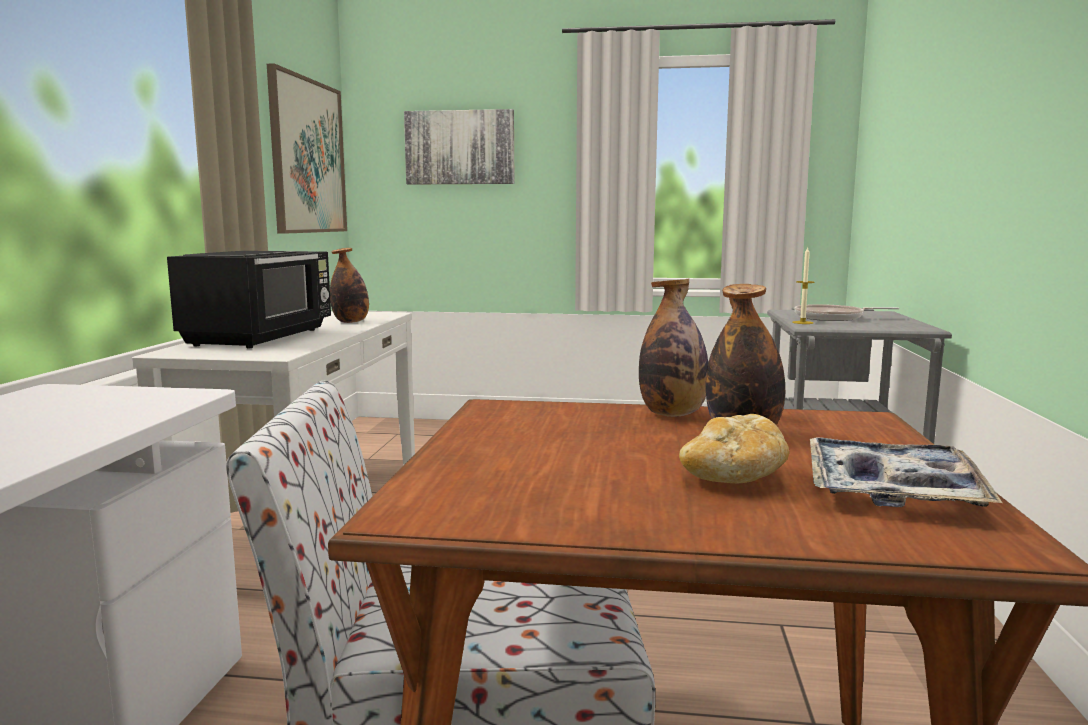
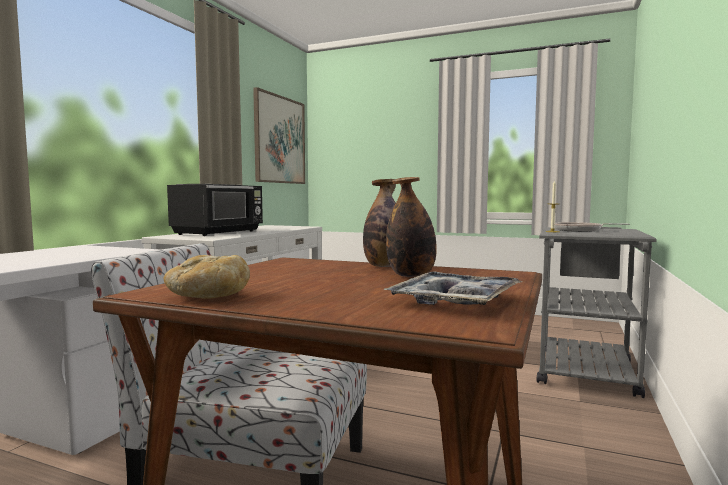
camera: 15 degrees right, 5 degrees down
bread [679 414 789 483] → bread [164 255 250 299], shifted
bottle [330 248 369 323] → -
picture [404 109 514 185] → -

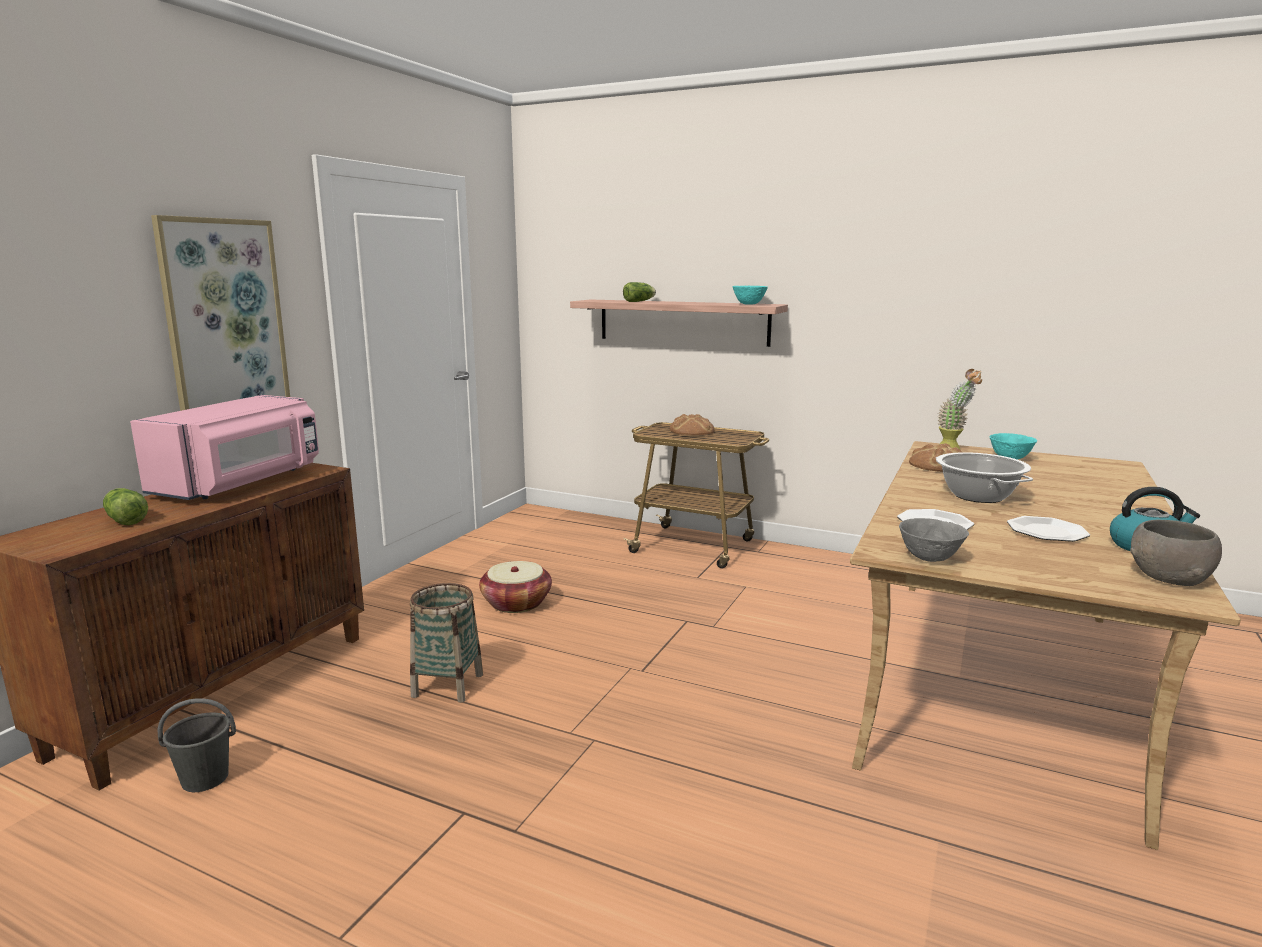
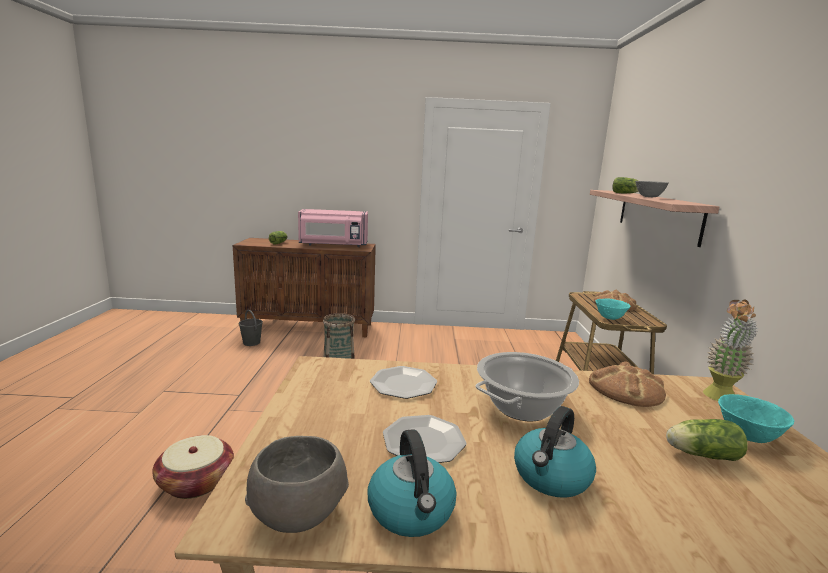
camera: 65 degrees right, 0 degrees up
basket [479 561 552 613] → basket [152 435 234 499], shifted
- → kettle [514 406 596 498]
turquoise bowl [733 286 768 305] → turquoise bowl [595 298 631 320], shifted
grey bowl [899 518 969 562] → grey bowl [635 181 669 197], shifted
- → lettuce [666 419 748 461]
picture [151 215 290 411] → -

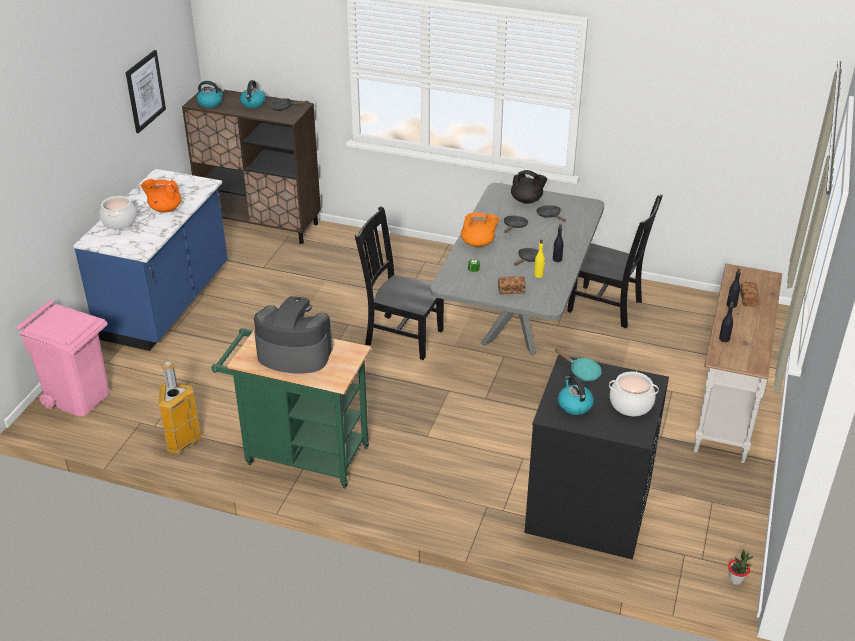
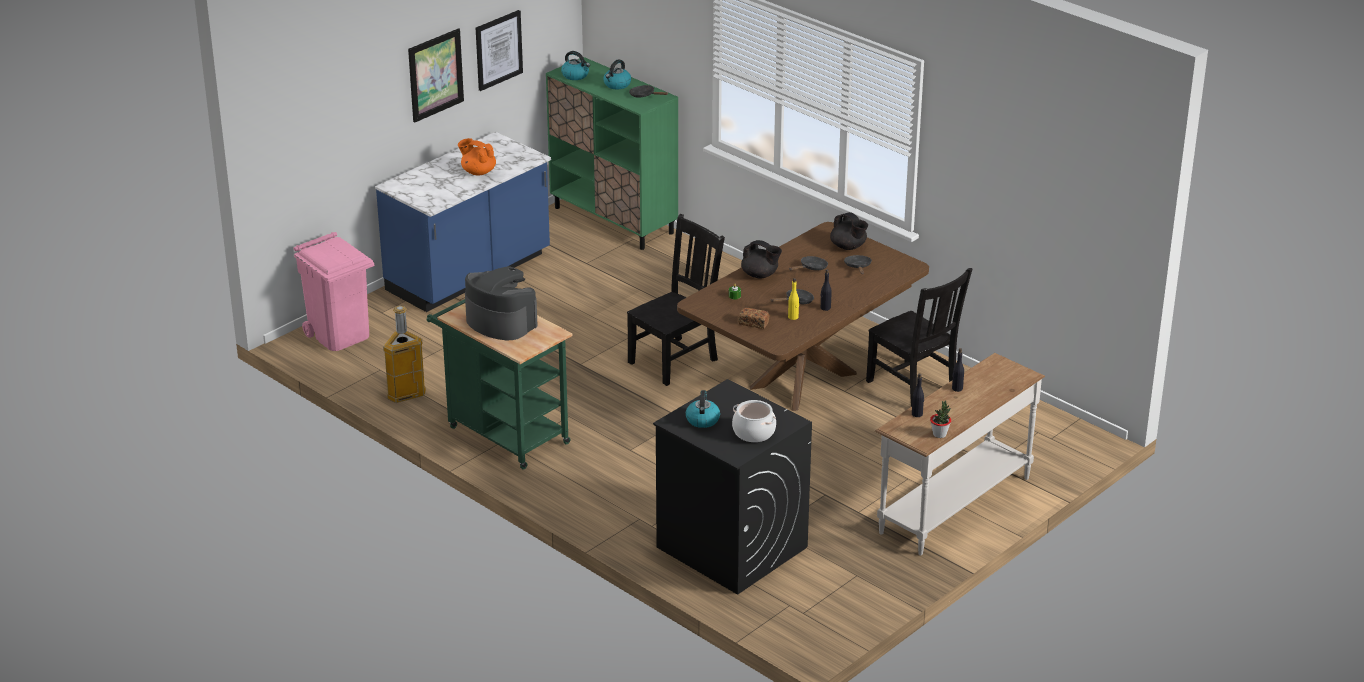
camera: 25 degrees right, 5 degrees down
- → picture [408 28 464 123]
brown cabinet [182 87 321 244] → green cabinet [546 57 678 250]
black chair [355 206 444 360] → black chair [627 214 725 386], 90 degrees clockwise
grey dining table [431 183 604 356] → brown dining table [677 222 929 411]
orange teapot [461 212 499 247] → black teapot [741 240 782 279]
potted plant [728 550 753 585] → potted plant [930 400 951 438], shifted
cooking pot [100 196 137 230] → -
turquoise frying pan [555 349 602 381] → -
bread [740 282 759 307] → -

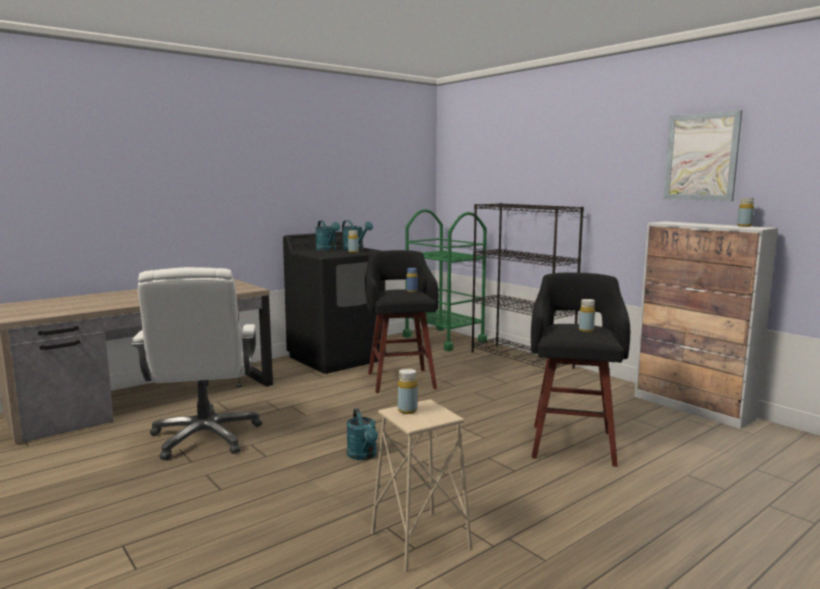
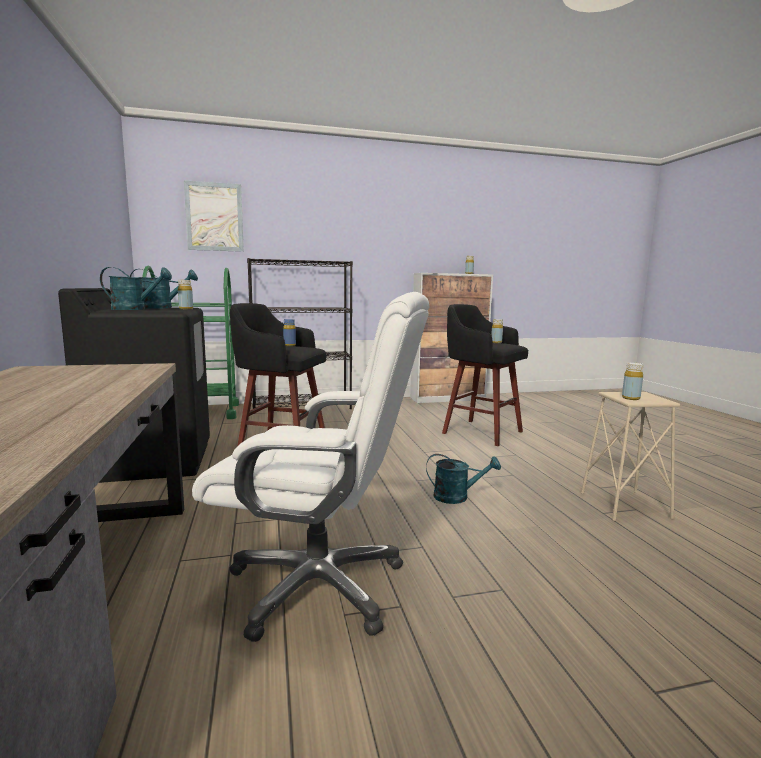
camera: 65 degrees left, 0 degrees up
picture [664 110 742 201] → picture [184 181 244 252], shifted

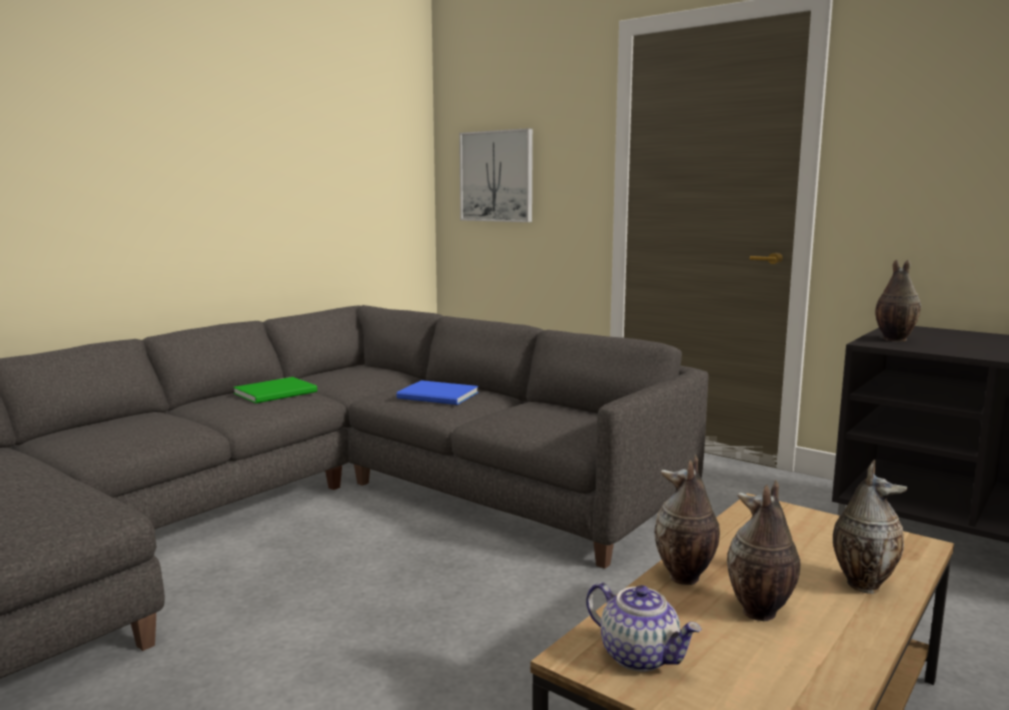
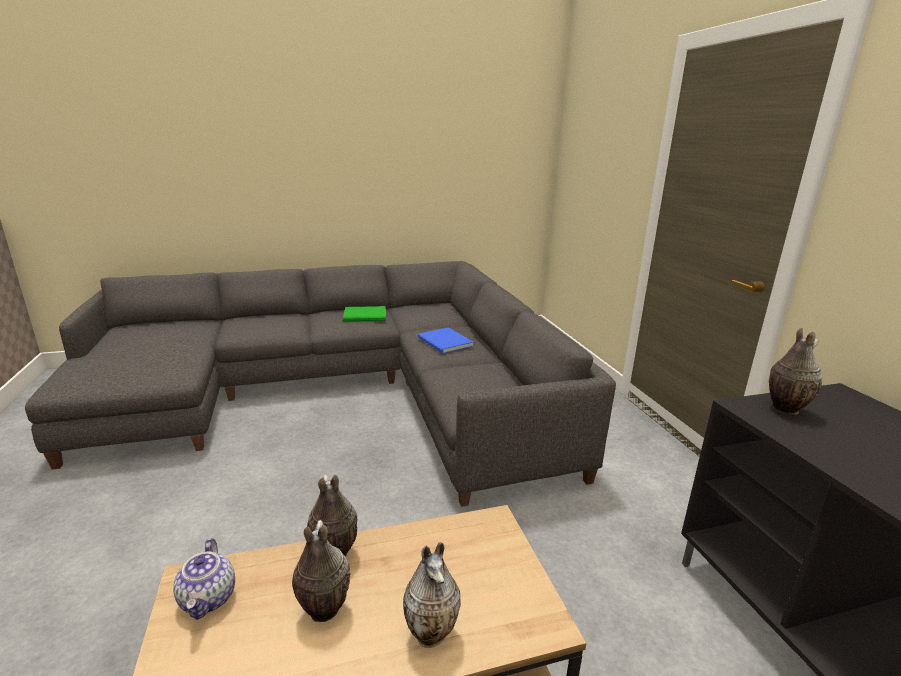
camera: 35 degrees right, 10 degrees up
picture [459 128 533 222] → -

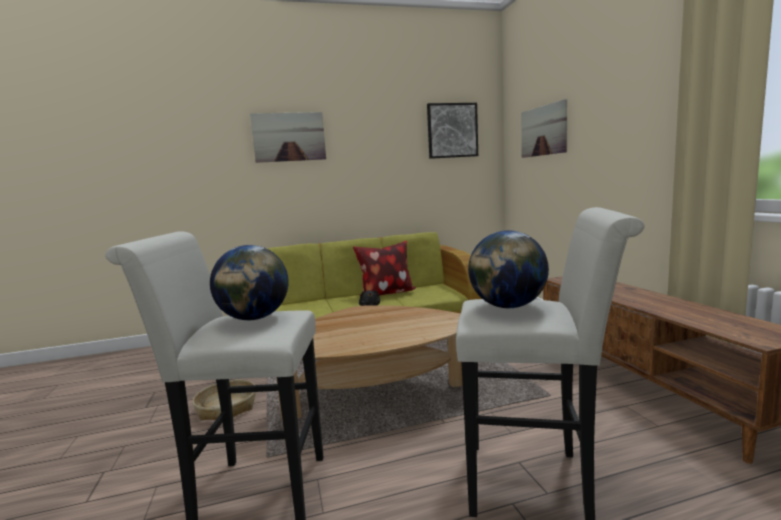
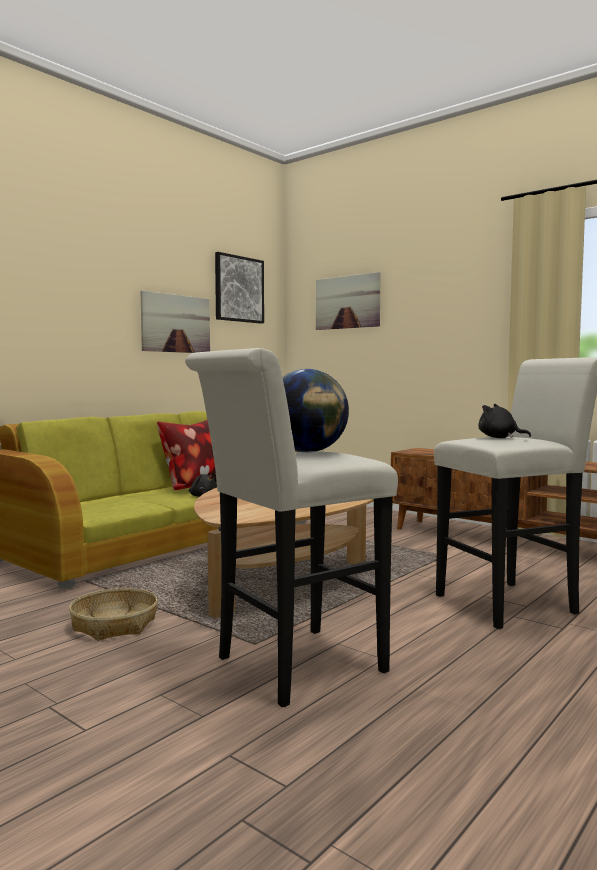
camera: 35 degrees left, 5 degrees down
picture [250 112 326 163] → picture [140 291 210 353], shifted
globe [468 230 549 308] → black plush toy [478 404 531 438]

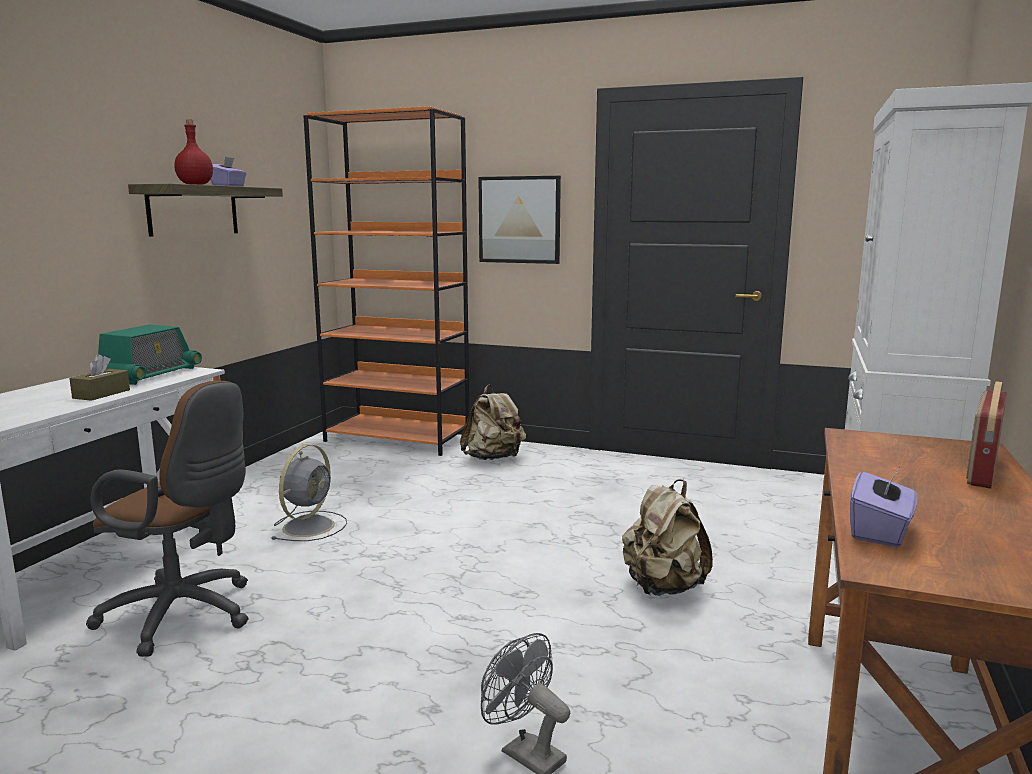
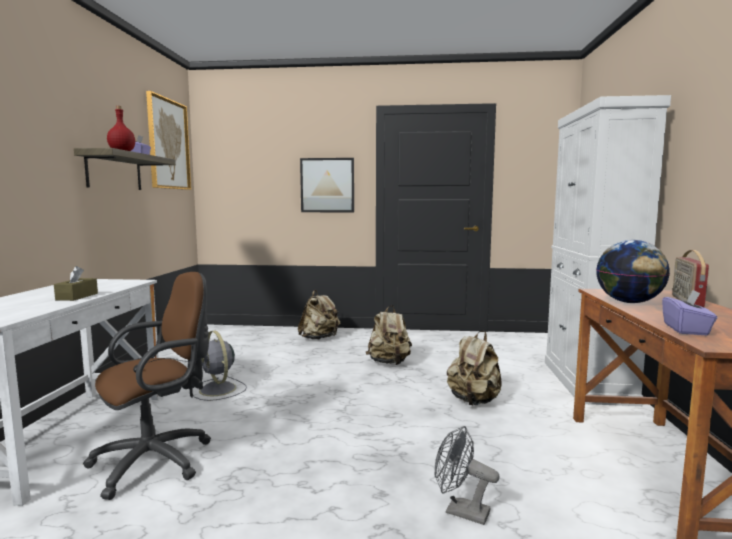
camera: 15 degrees left, 5 degrees down
brown office chair [86 381 249 657] → brown office chair [83 272 211 500], 45 degrees counterclockwise
- → picture [146 91 191 190]
grey fan [272 444 347 541] → grey fan [192 331 247 401], 135 degrees clockwise
- → beige backpack [366 305 412 365]
- → globe [596 240 670 303]
radio [98 325 202 385] → -
orange bookcase [303 106 469 456] → -

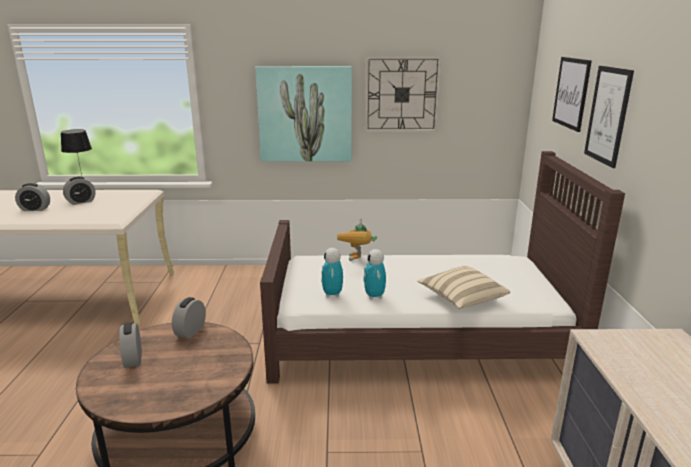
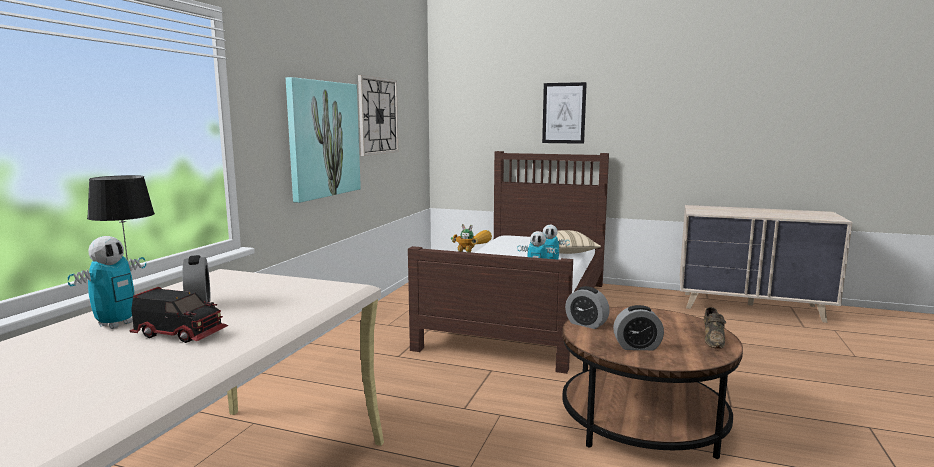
camera: 70 degrees left, 10 degrees down
- → toy robot [68 236 146 329]
alarm clock [15 183 50 211] → toy truck [130 287 228 343]
- → brown shoe [704 307 726 349]
picture [552 57 592 132] → -

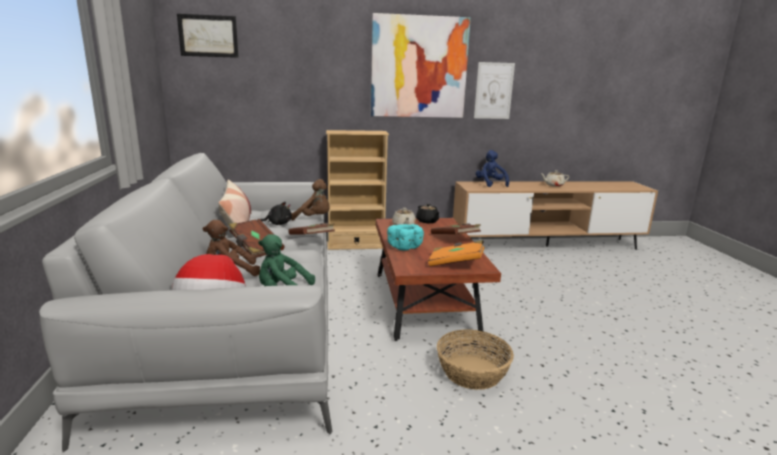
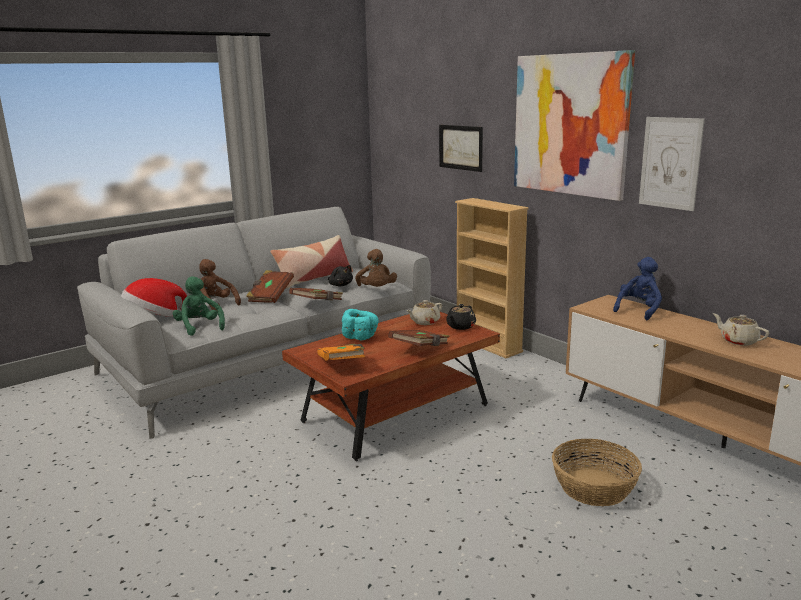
camera: 60 degrees right, 0 degrees up
picture [177 14 239 58] → picture [439 125 483 172], shifted
basket [437 329 514 390] → basket [552 439 642 506], shifted

